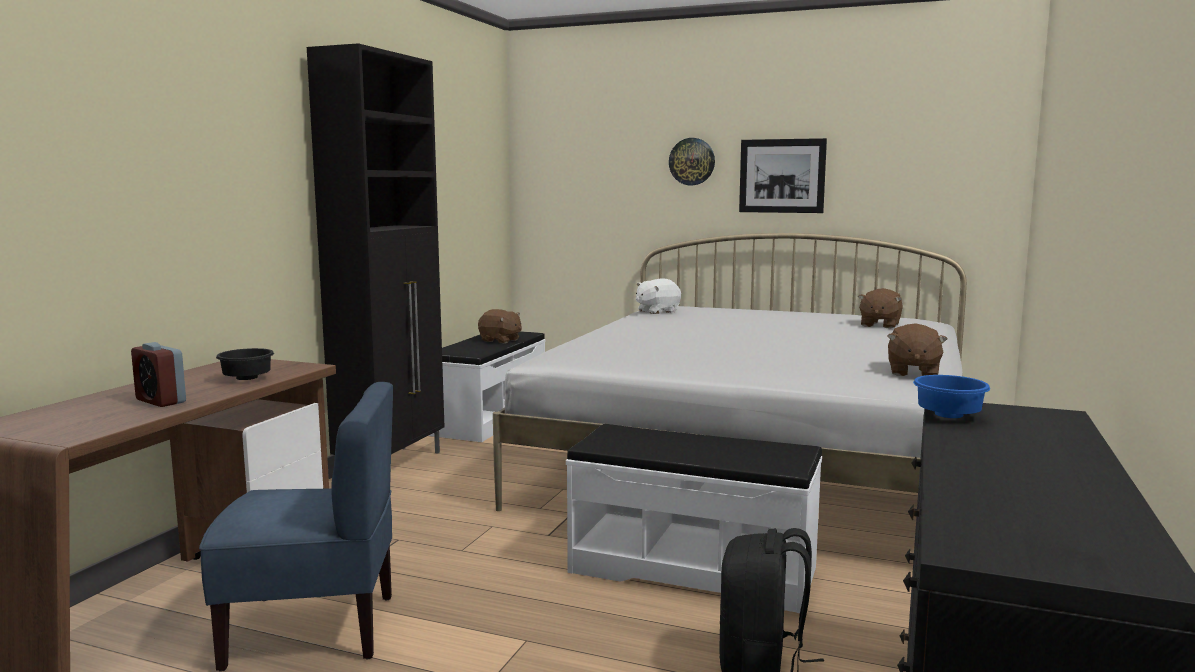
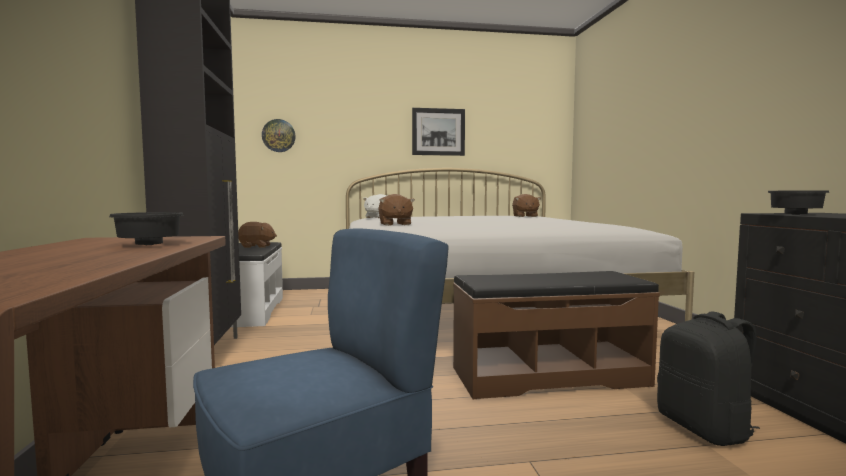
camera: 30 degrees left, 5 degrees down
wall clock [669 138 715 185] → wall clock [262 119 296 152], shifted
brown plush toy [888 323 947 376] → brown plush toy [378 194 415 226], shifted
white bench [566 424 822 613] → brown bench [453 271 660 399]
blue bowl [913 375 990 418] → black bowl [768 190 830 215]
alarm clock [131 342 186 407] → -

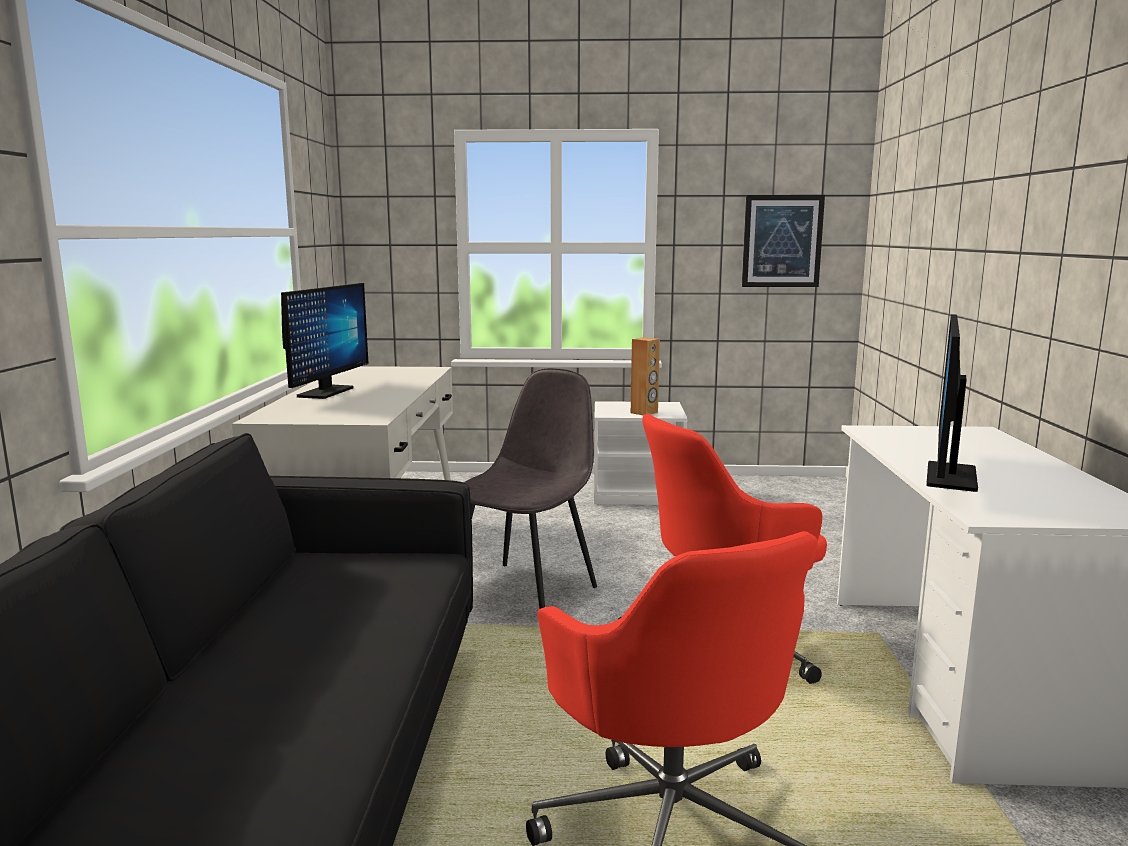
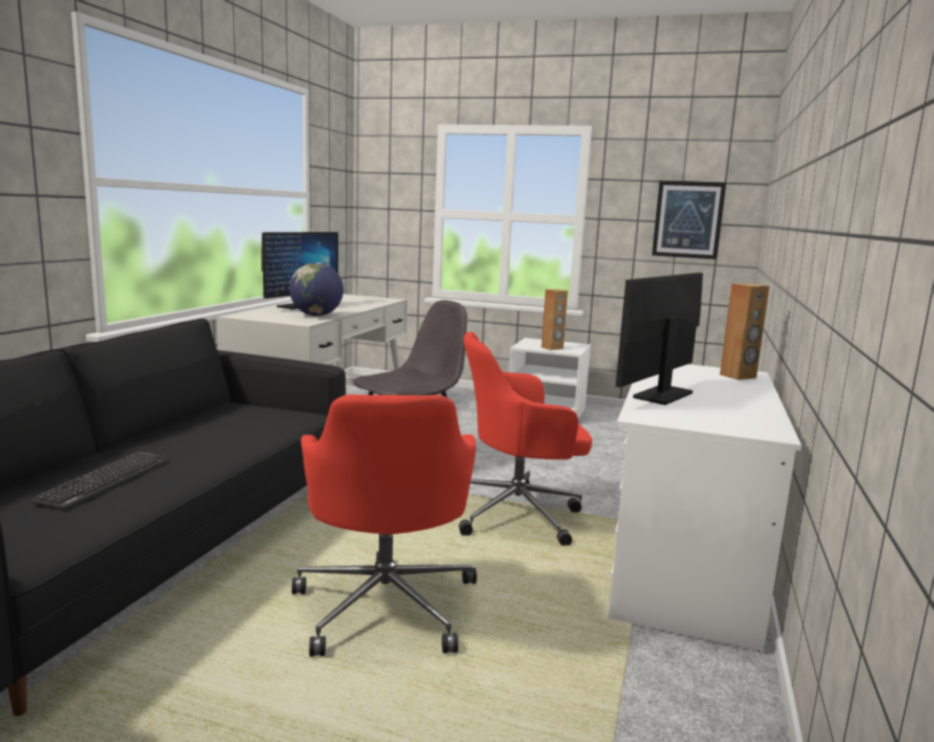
camera: 15 degrees right, 0 degrees up
- → keyboard [31 451 169 509]
- → globe [289 263 343 316]
- → brown speaker [720 283 769 380]

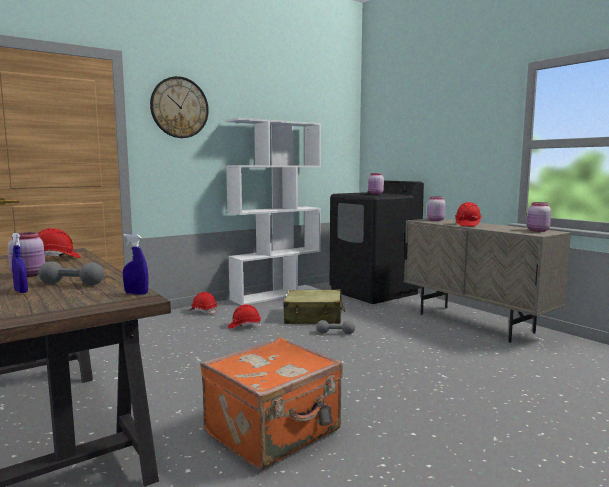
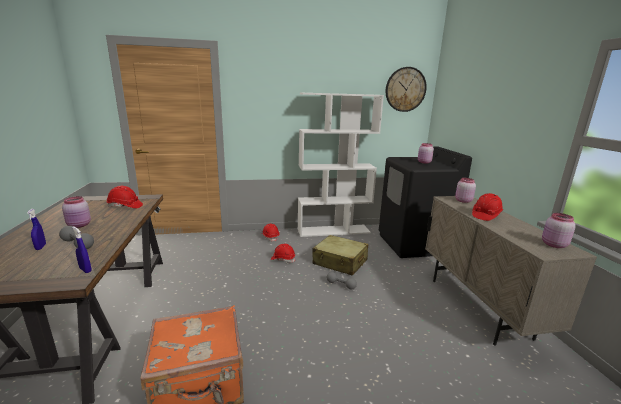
camera: 25 degrees right, 10 degrees up
wall clock [150 76 209 138] → wall clock [386 67 427 112], shifted

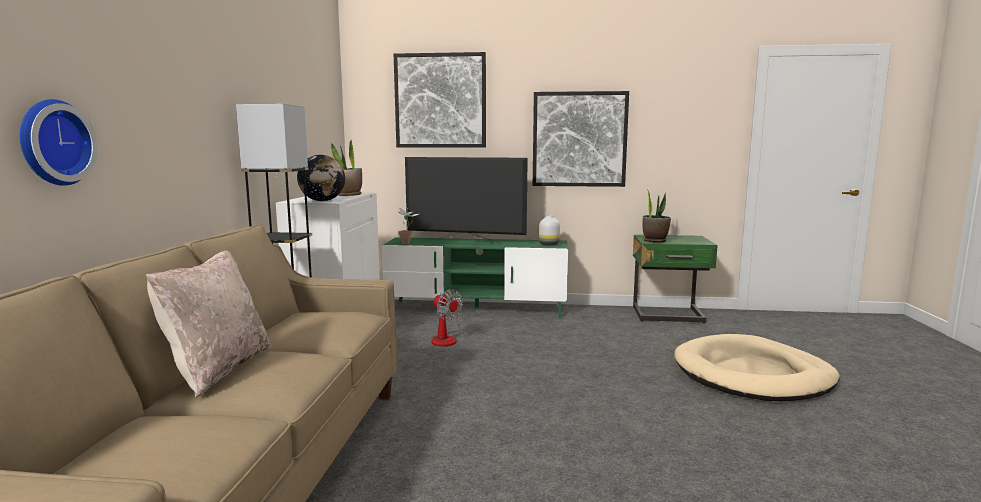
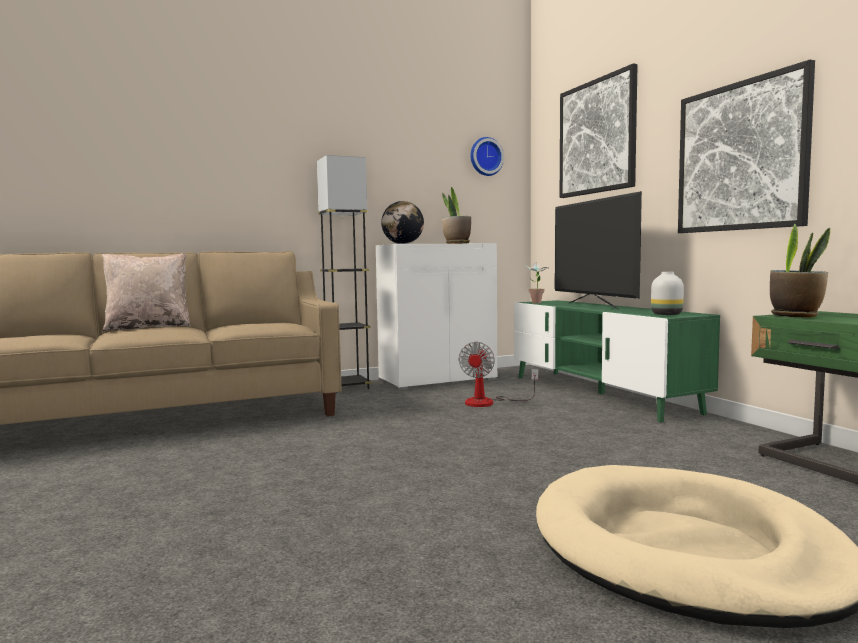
camera: 60 degrees right, 5 degrees down
wall clock [20 99 98 186] → wall clock [470 137 504 176], shifted

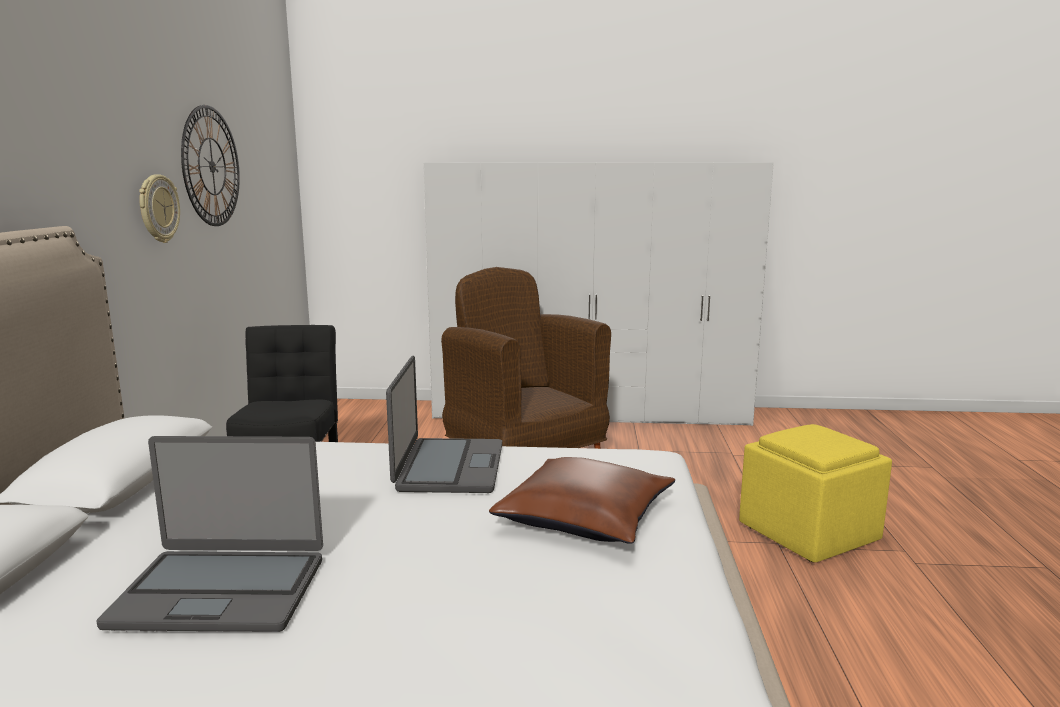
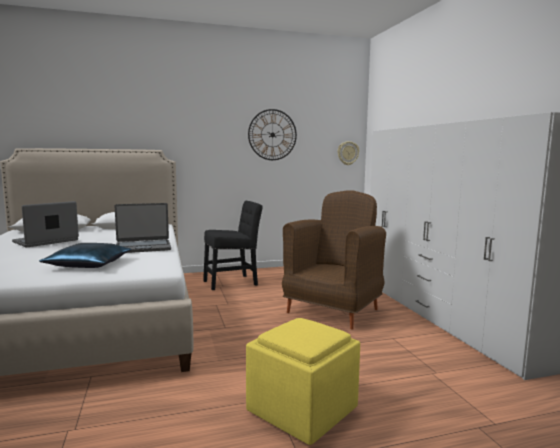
camera: 70 degrees right, 5 degrees down
laptop [96 436 323 632] → laptop [12 201 79 248], 60 degrees clockwise
brown pillow [489 457 675 544] → blue pillow [39 243 132 268]
wall clock [139 174 180 243] → wall clock [338 141 359 165], shifted

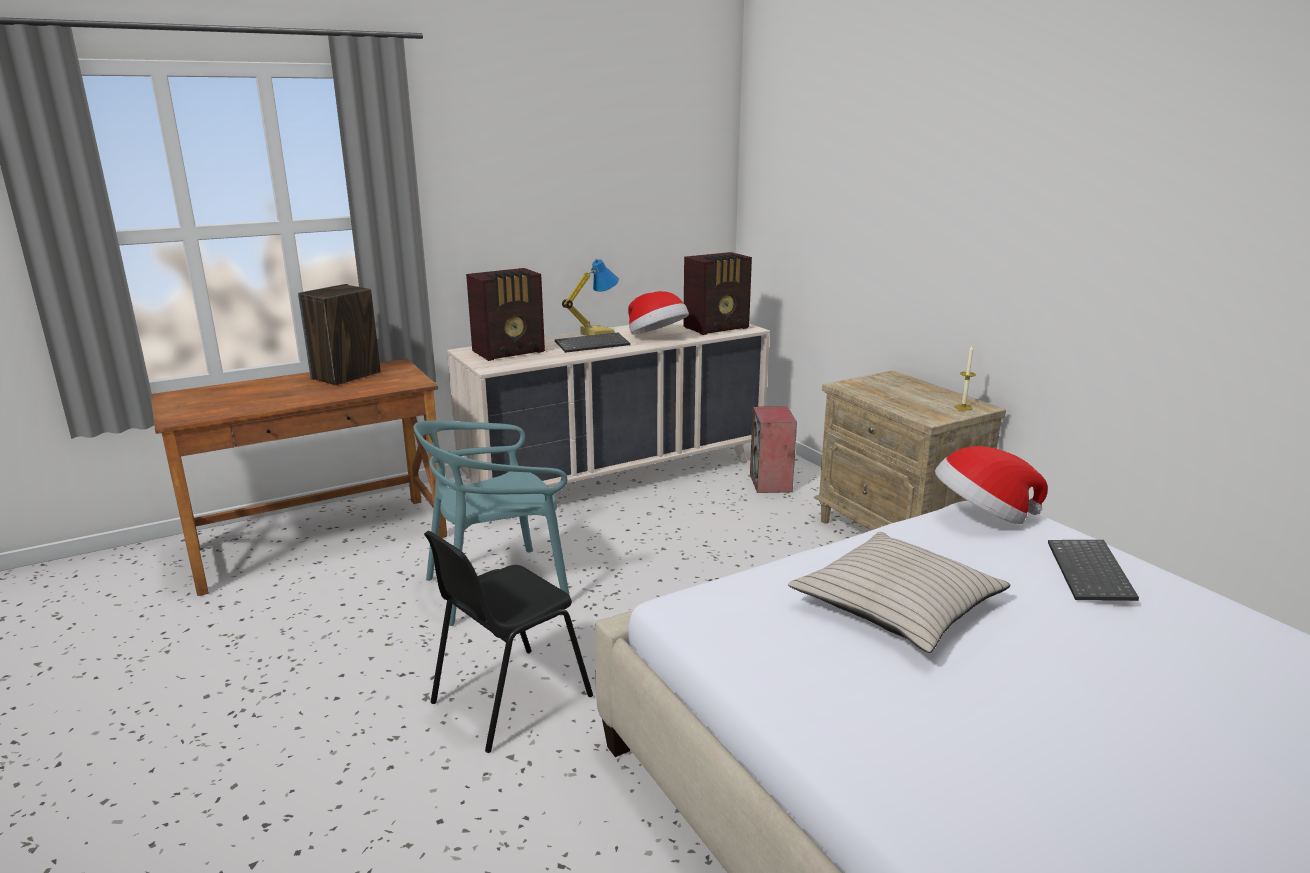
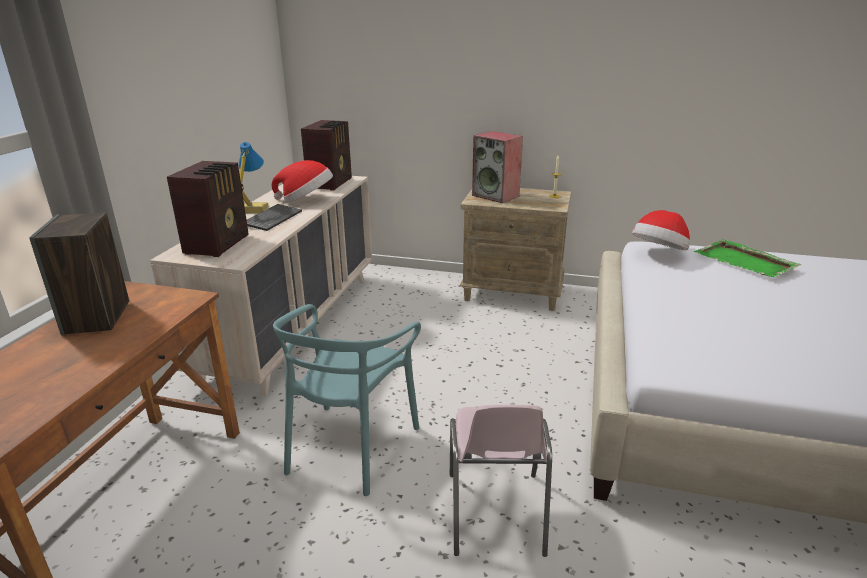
camera: 45 degrees left, 5 degrees up
black chair [424 531 593 753] → pink chair [450 405 552 557]
speaker [750 406 797 493] → speaker [472 131 523 203], shifted
keyboard [1048 540 1139 601] → green tray [694 239 801 277]
beige pillow [788 532 1011 653] → -

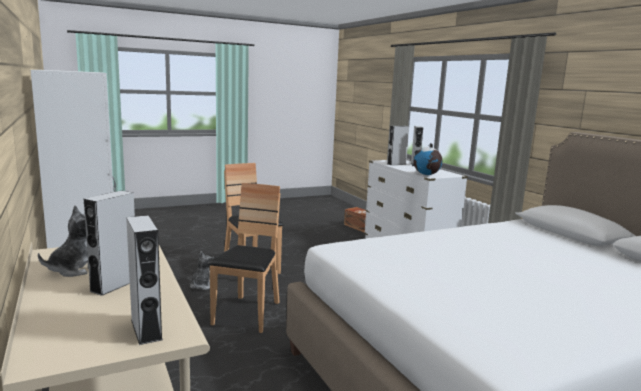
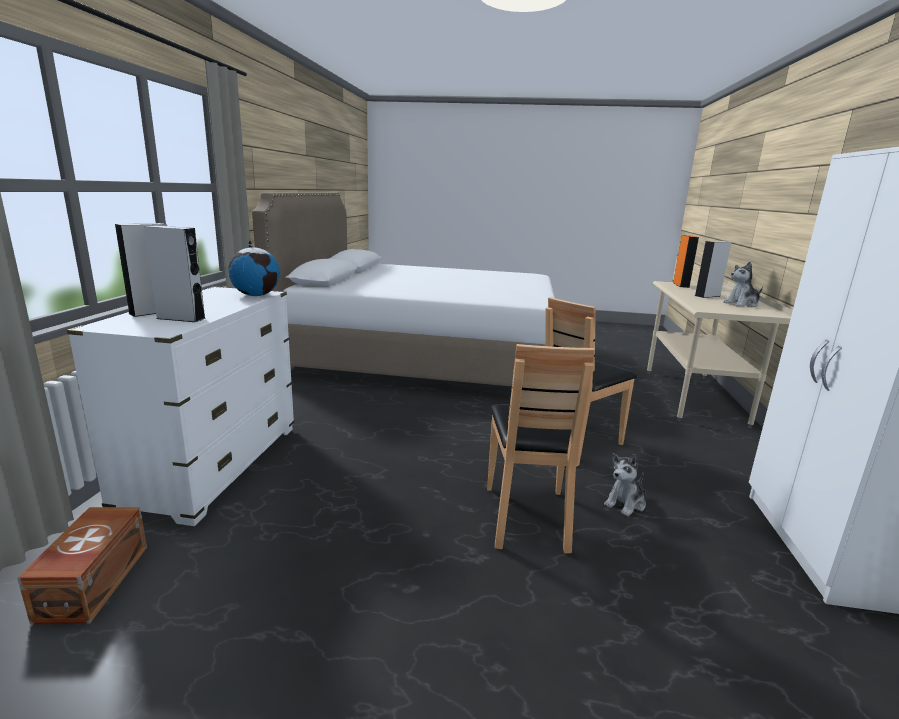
camera: 145 degrees left, 5 degrees up
grey speaker [126 215 163 345] → orange speaker [673 235 699 288]

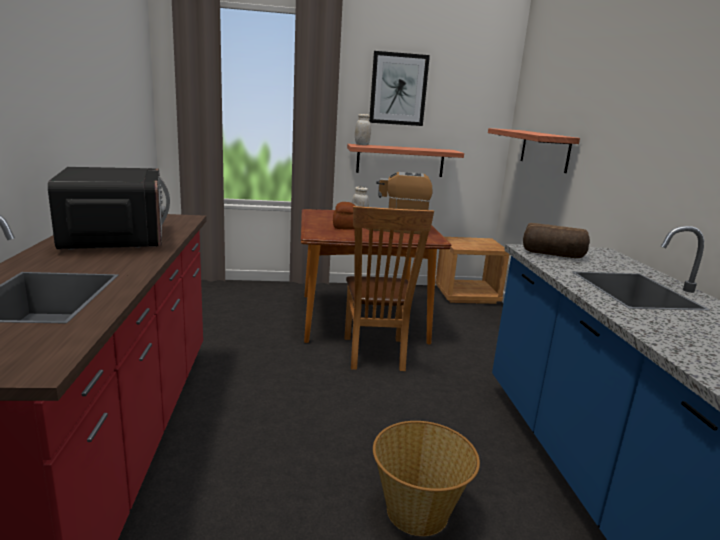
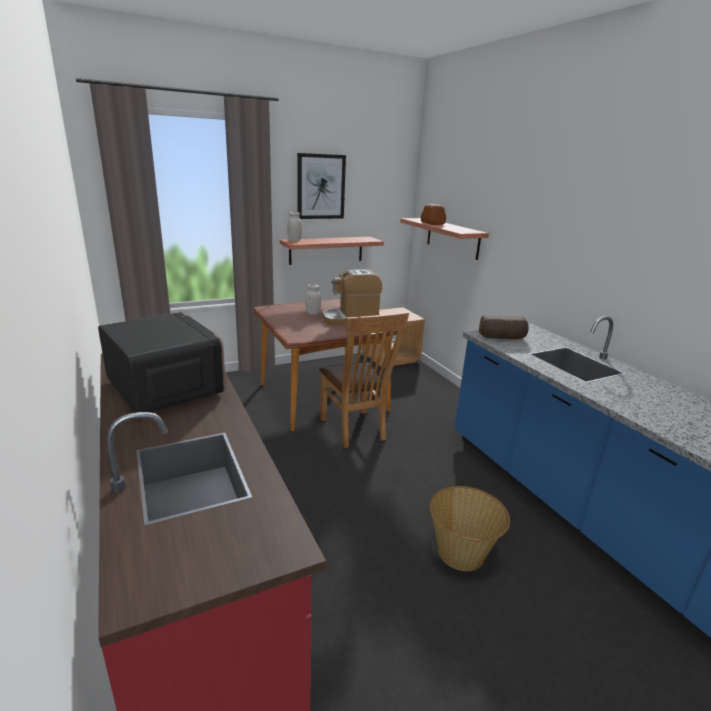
camera: 20 degrees left, 5 degrees up
bread [333 202 355 230] → bread [421 204 446 225], shifted

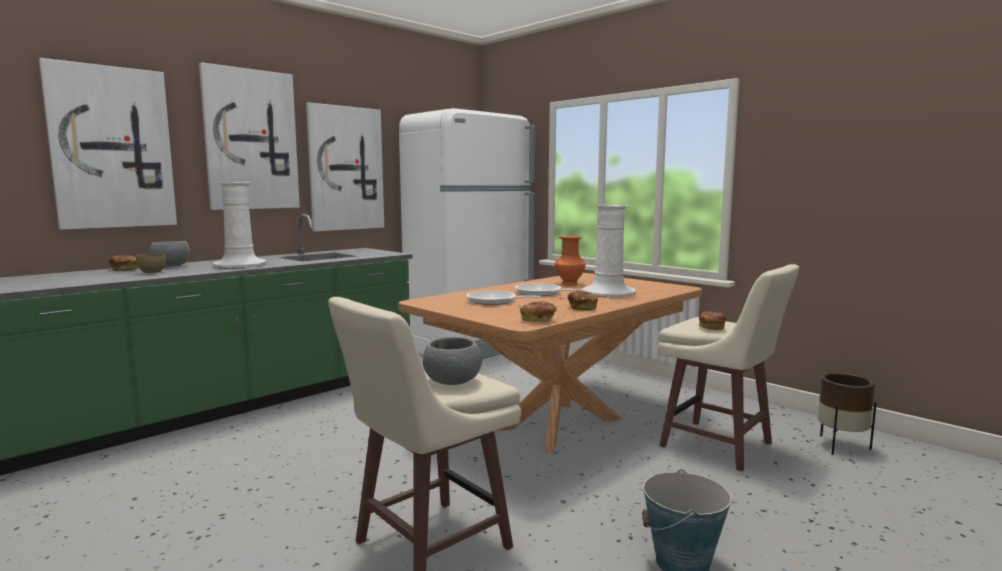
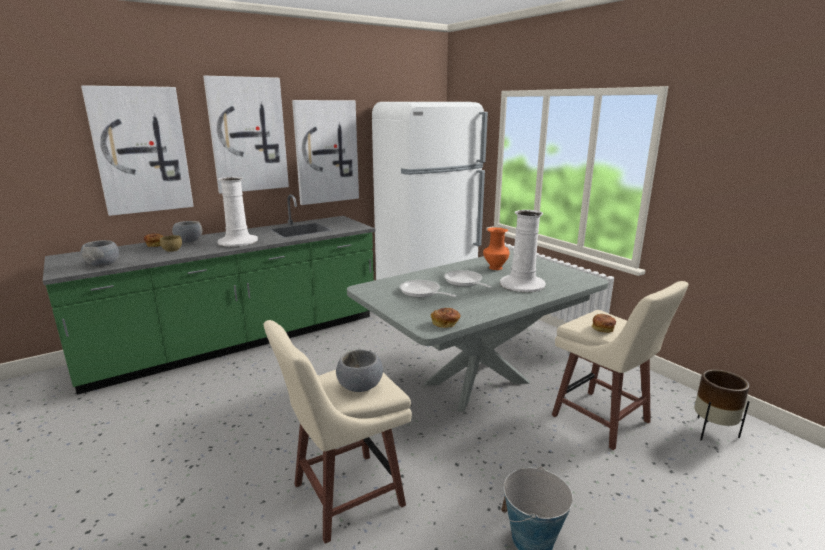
camera: 10 degrees right, 10 degrees up
- → grey bowl [81 240 119 266]
brown dining table [399 273 702 451] → grey dining table [347 250 609 412]
bread [567 291 598 311] → -

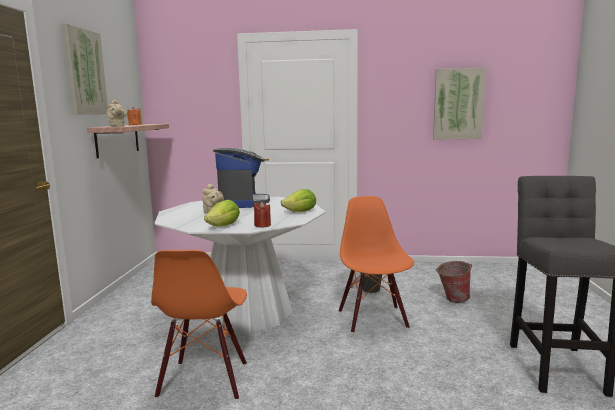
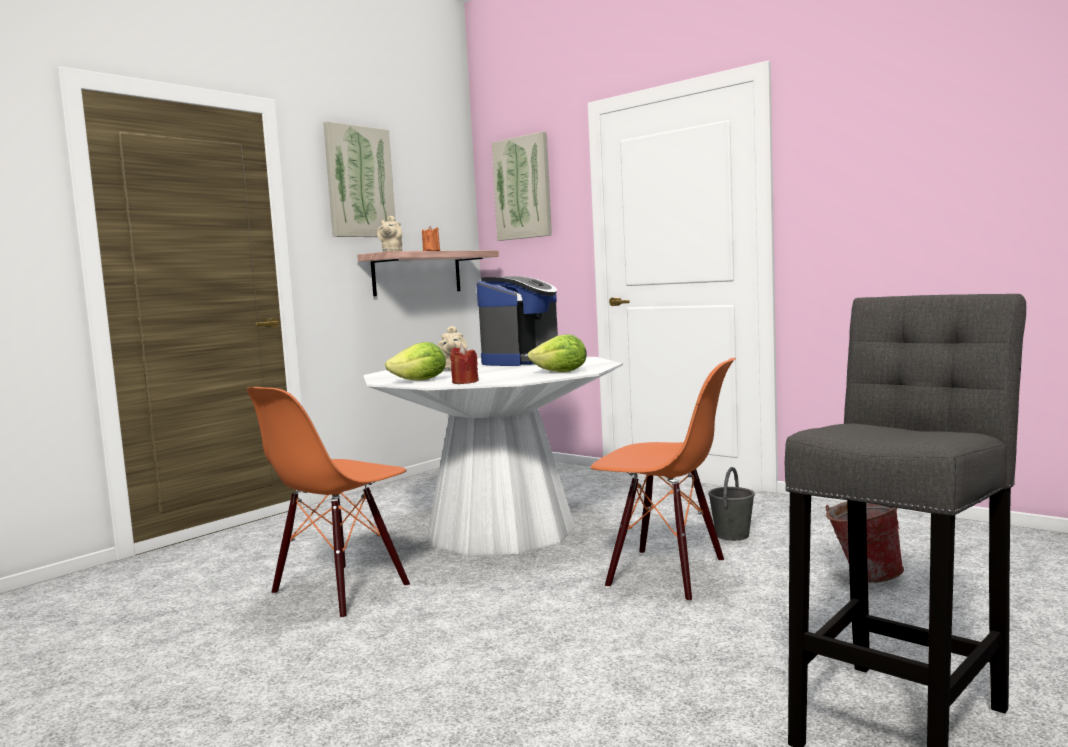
camera: 35 degrees right, 5 degrees down
picture [433 68 486 139] → picture [492 132 552 241], shifted
orange chair [339 196 414 333] → orange chair [591 358 736 602], 90 degrees clockwise

